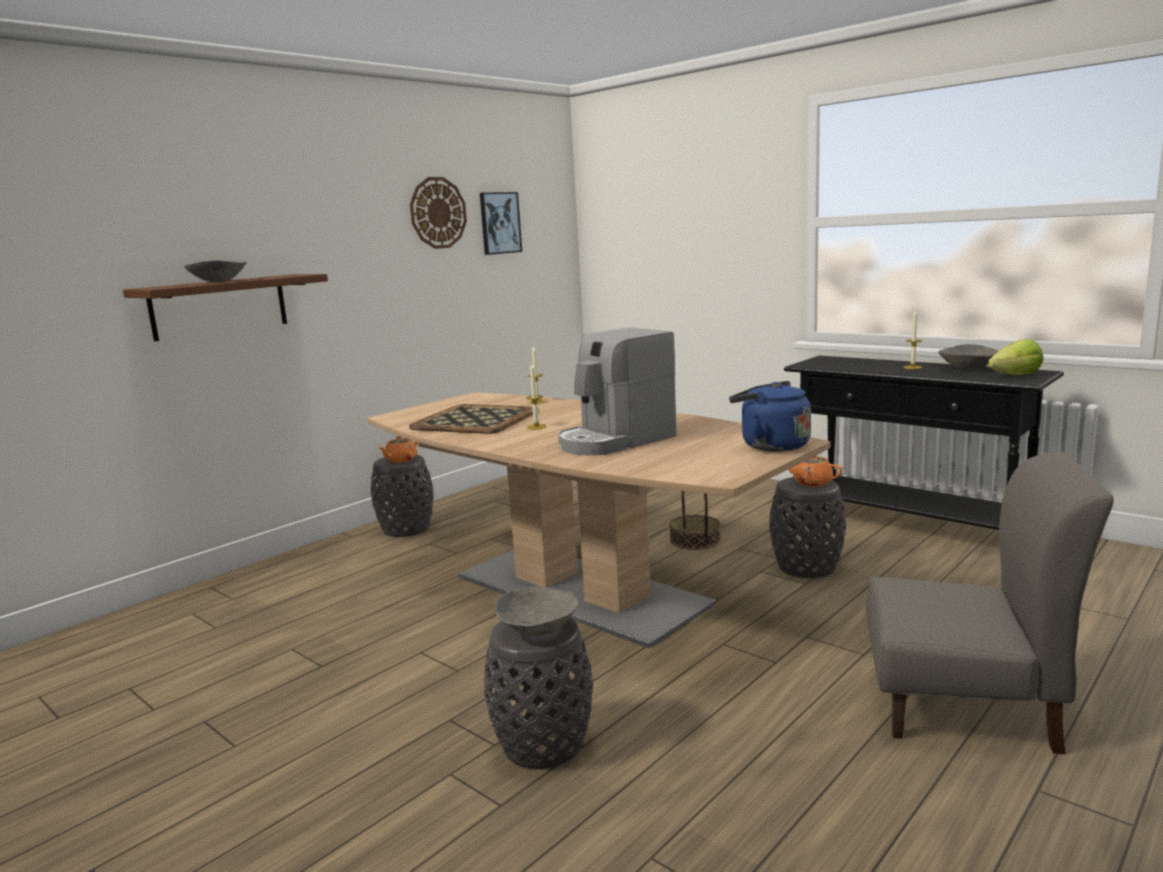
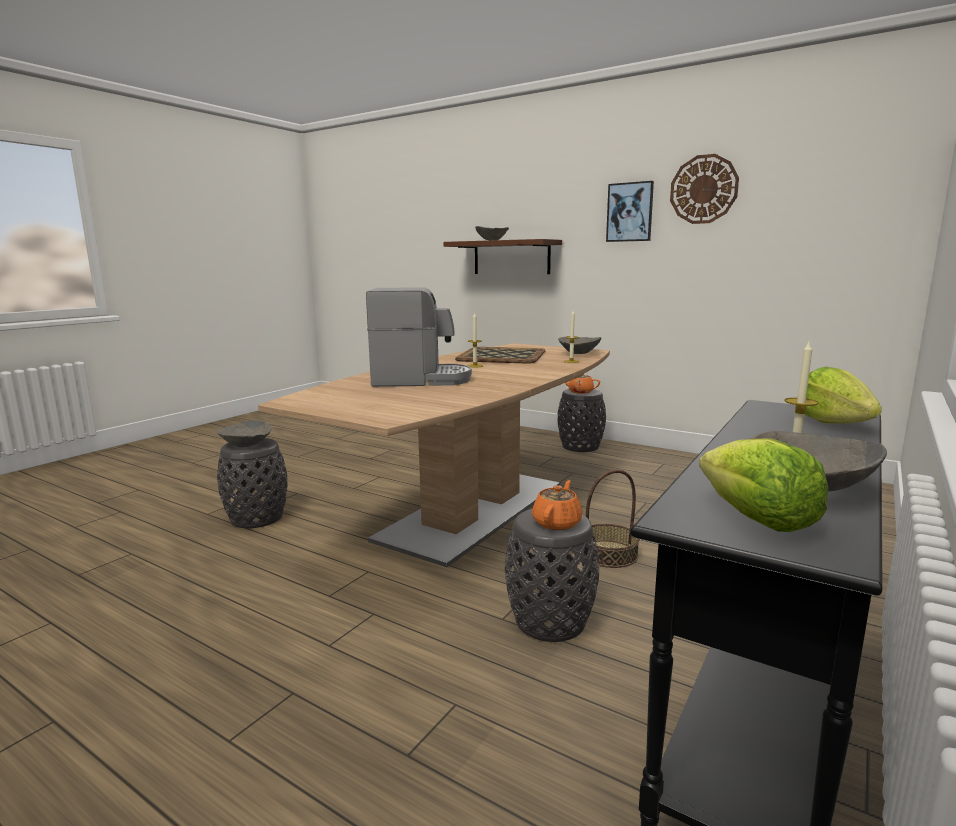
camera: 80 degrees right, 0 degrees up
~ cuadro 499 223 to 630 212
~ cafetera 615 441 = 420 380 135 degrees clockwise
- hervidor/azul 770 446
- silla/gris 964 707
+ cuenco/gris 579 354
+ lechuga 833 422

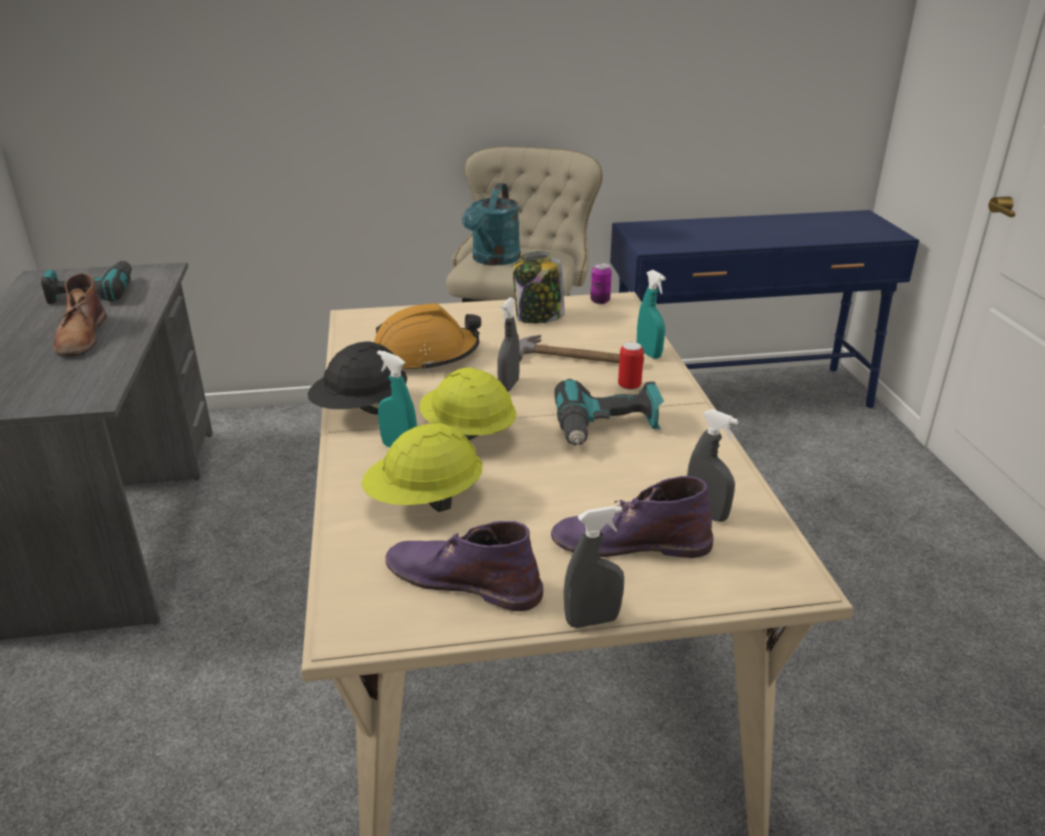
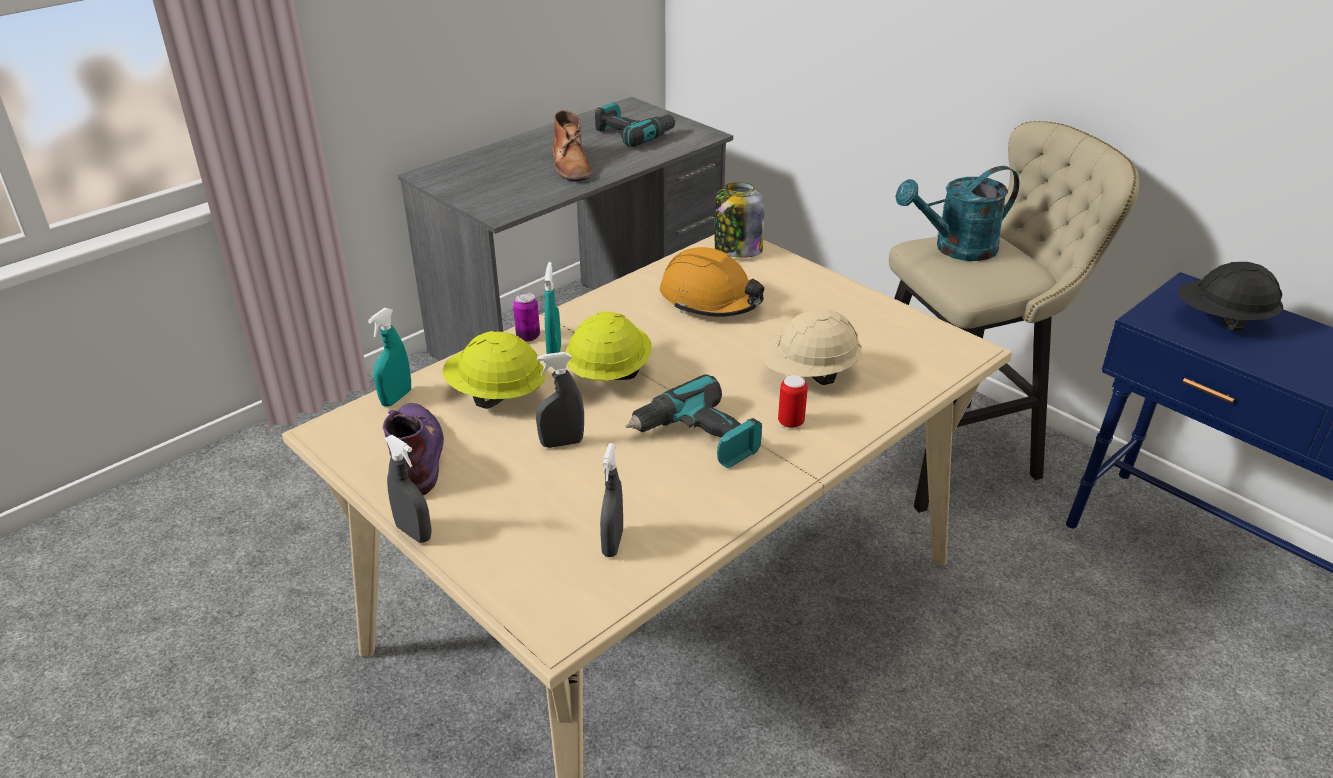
camera: 55 degrees right, 5 degrees up
~ bota/marrón 81 336 = 571 165 60 degrees counterclockwise
~ casco/negro 361 410 to 1222 321
~ pulverizador/gris 508 386 to 562 443
~ tarro 538 317 to 737 249
~ martillo 579 358 to casco/beis 808 375
- bota/morado 629 542
~ lata 600 301 to 528 336
~ pulverizador/turquesa 649 353 to 396 398

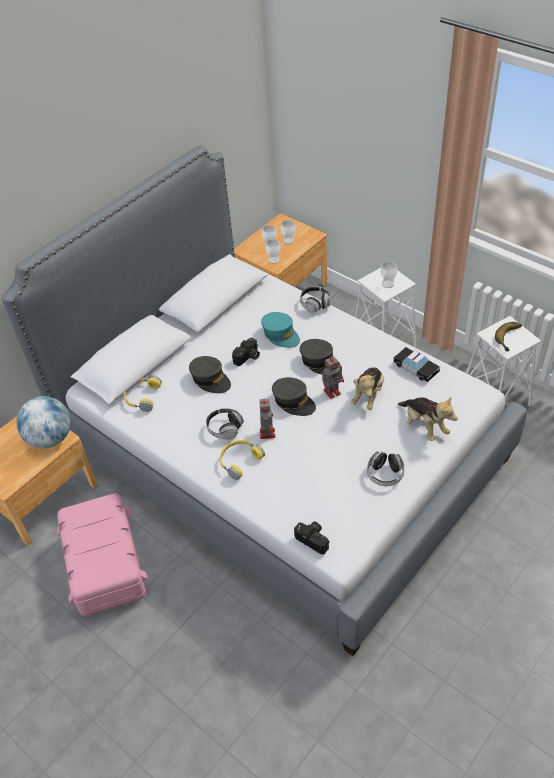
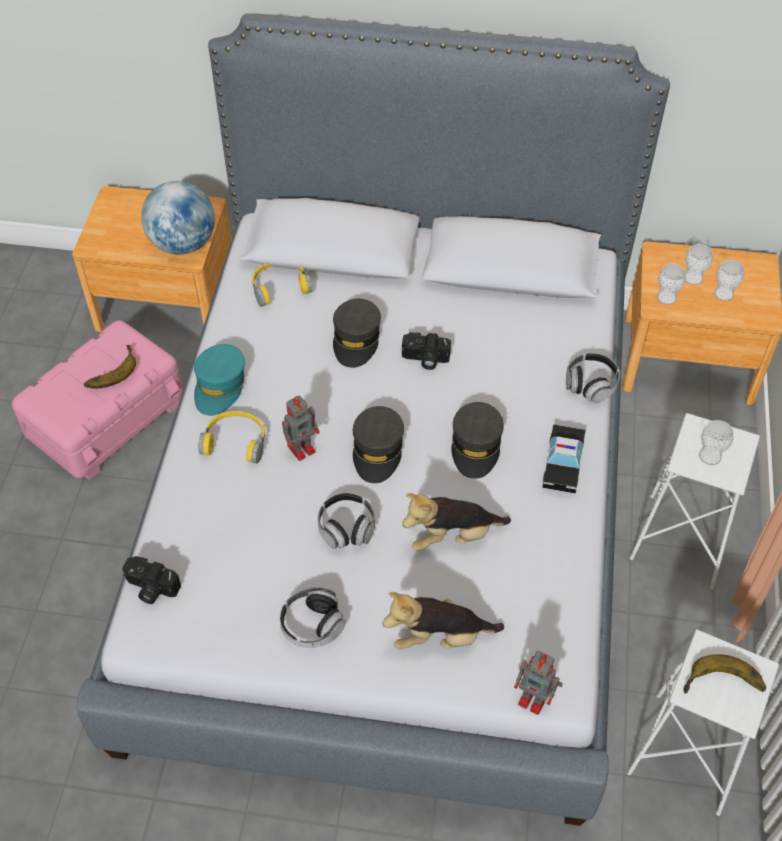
camera: 55 degrees right, 5 degrees up
~ auriculares 225 428 to 346 528
~ gorra/turquesa 281 335 to 220 386
~ cámara 314 539 = 150 588 105 degrees clockwise
~ robot de juguete 332 391 to 535 699
~ coche de juguete 416 368 to 562 464
~ peluche 424 425 = 439 637 60 degrees clockwise
+ plátano 110 370

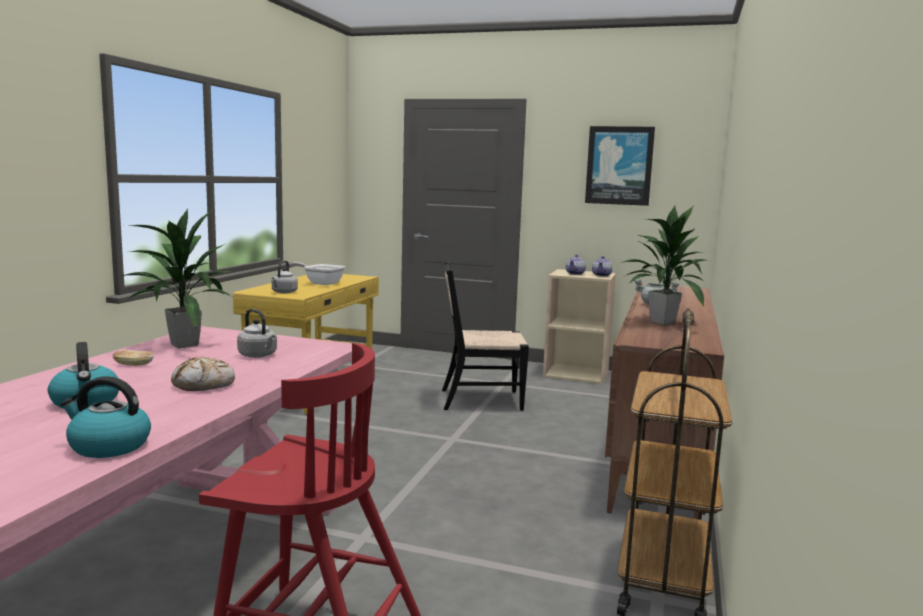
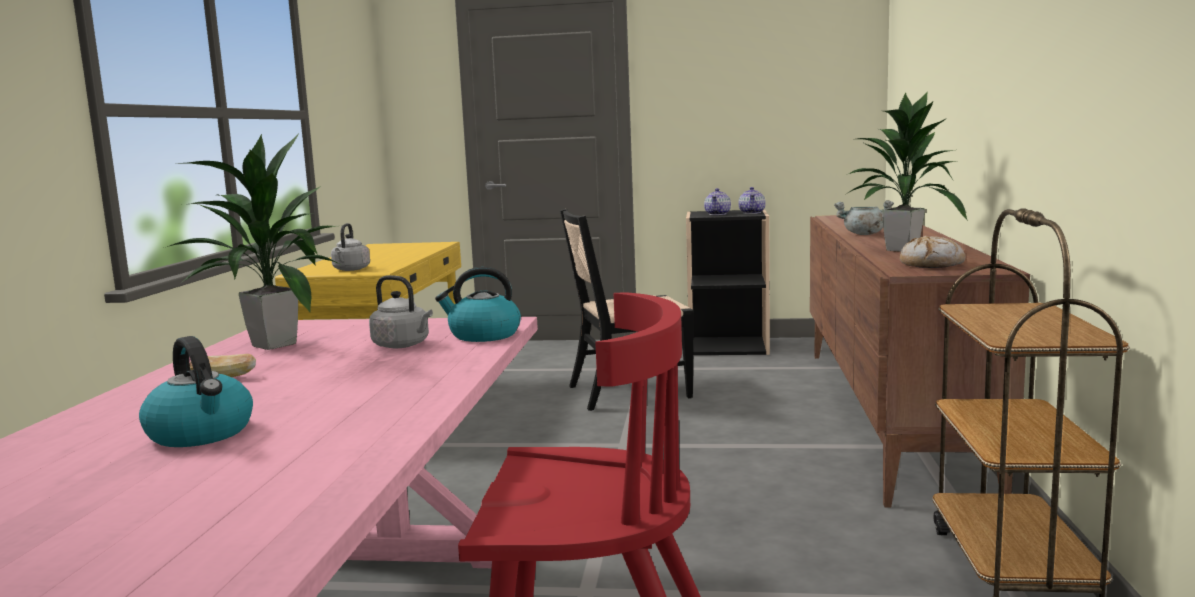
camera: 10 degrees left, 0 degrees up
~ hervidor 108 446 to 483 335
~ pan 204 385 to 931 264
- sartén 321 283
~ estantería/beis 577 374 to estantería/negro 729 346
- cuadro 619 165

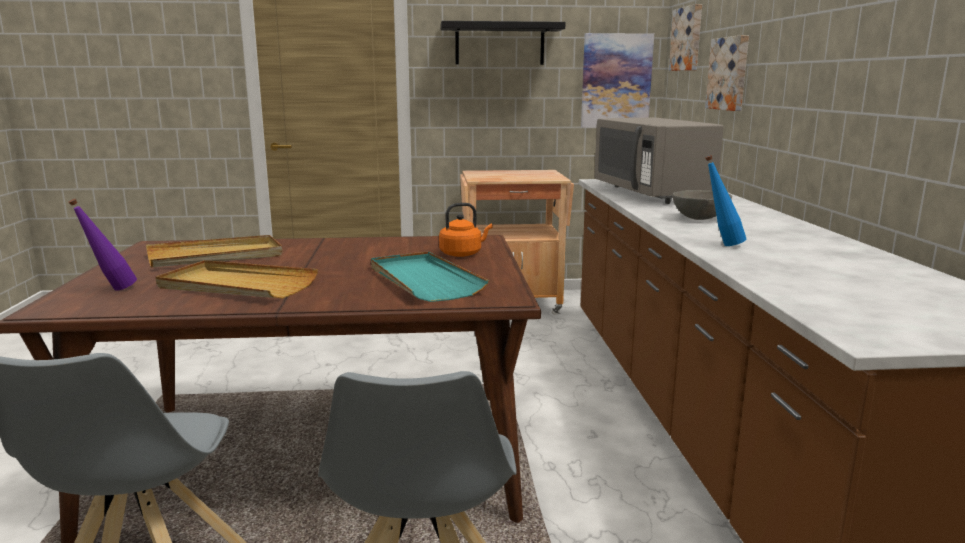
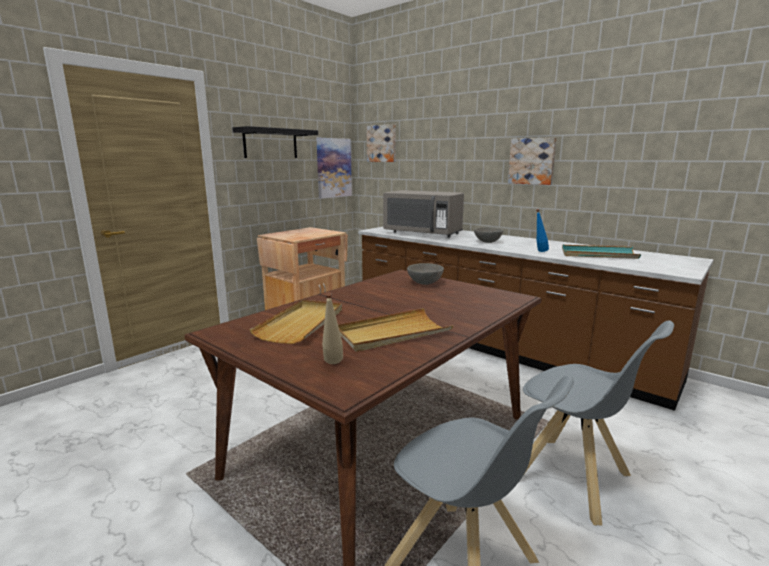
camera: 45 degrees left, 0 degrees up
~ botella/morado 111 290 to botella/beis 332 365
~ bandeja/turquesa 423 280 to 598 254
~ hervidor/naranja 463 254 to cuenco/gris 425 283
~ cuadro 730 73 to 532 161

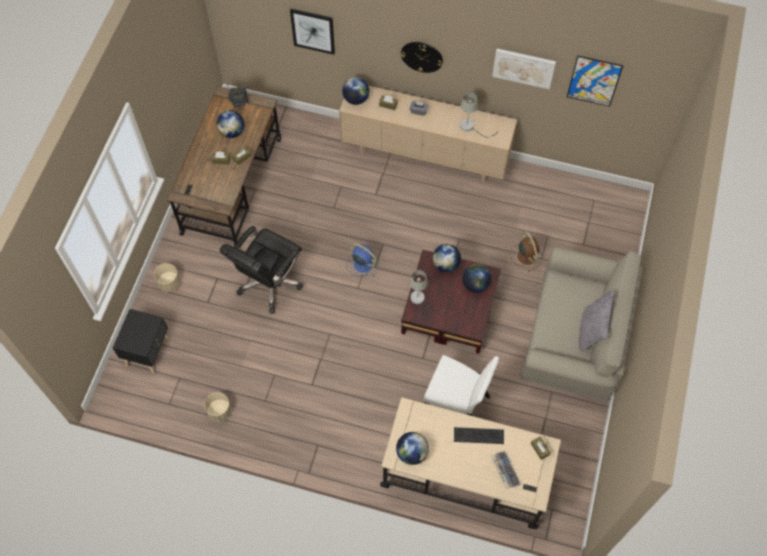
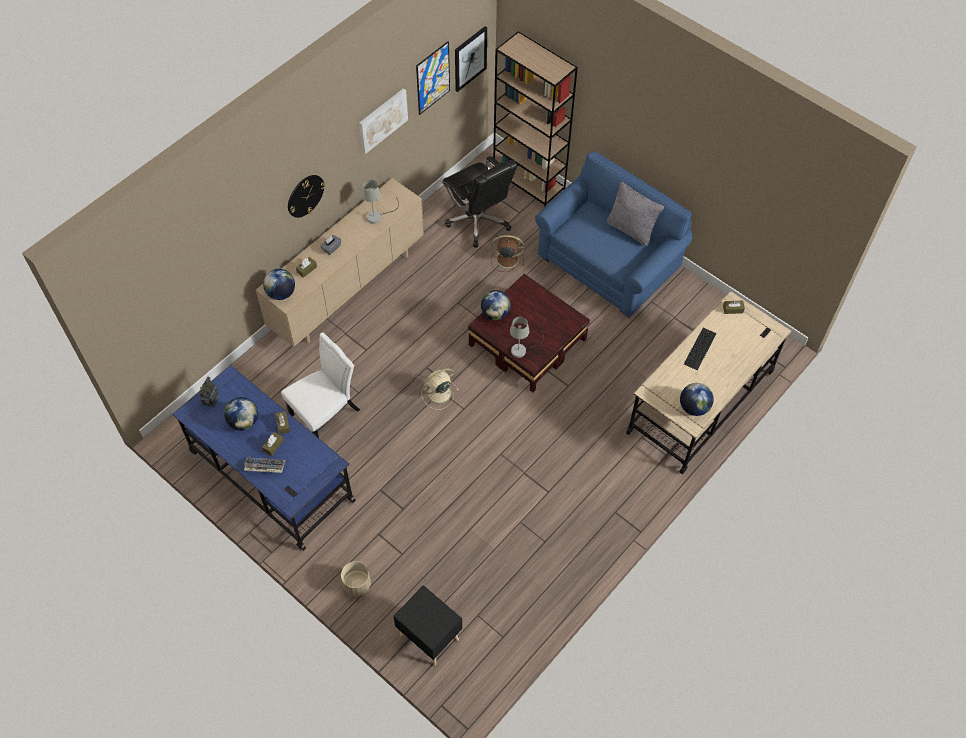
camera: 65 degrees left, 5 degrees down
~ escritorio/marrón 232 185 to escritorio/azul 271 476
- maceta/beis 220 411
~ silla de oficina/negro 270 282 to 478 221
~ cuadro 313 31 to 470 58
~ ventilador/azul 362 263 to ventilador/beis 438 393
~ silla/blanco 456 401 to 325 414
- globo terráqueo 475 284
~ teclado 504 470 to 264 467
~ sofá/beis 573 339 to sofá/azul 609 262
+ estantería/beis 529 182

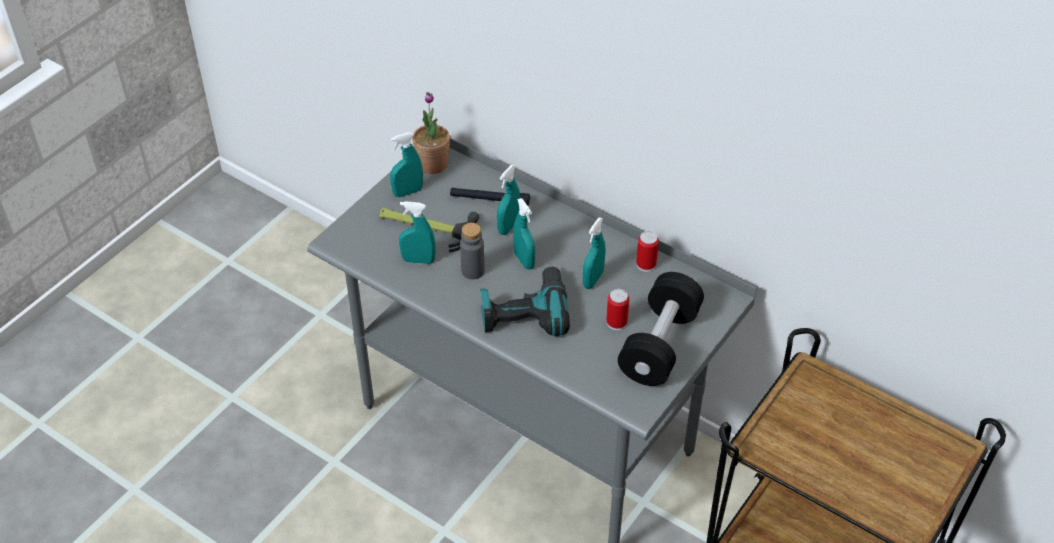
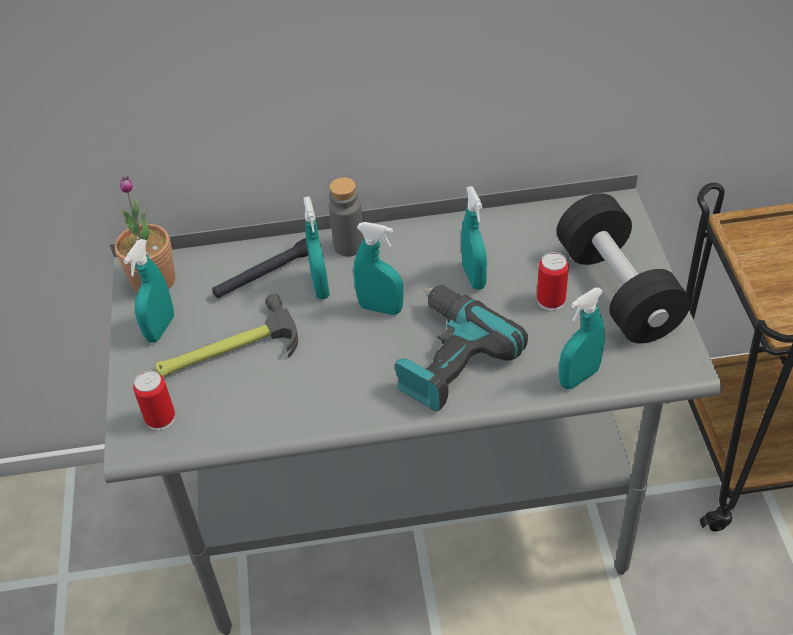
camera: 40 degrees left, 0 degrees up
~ pulverizador/turquesa 418 260 to 579 377
~ botella/gris 473 271 to 349 246
~ lata 646 264 to 160 418

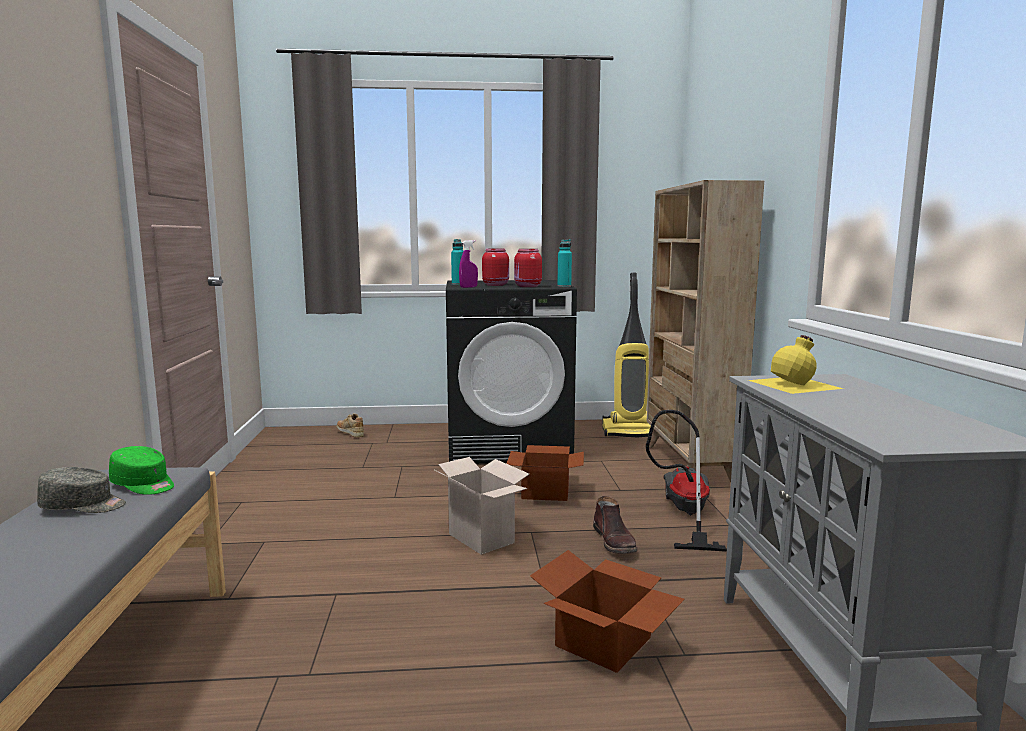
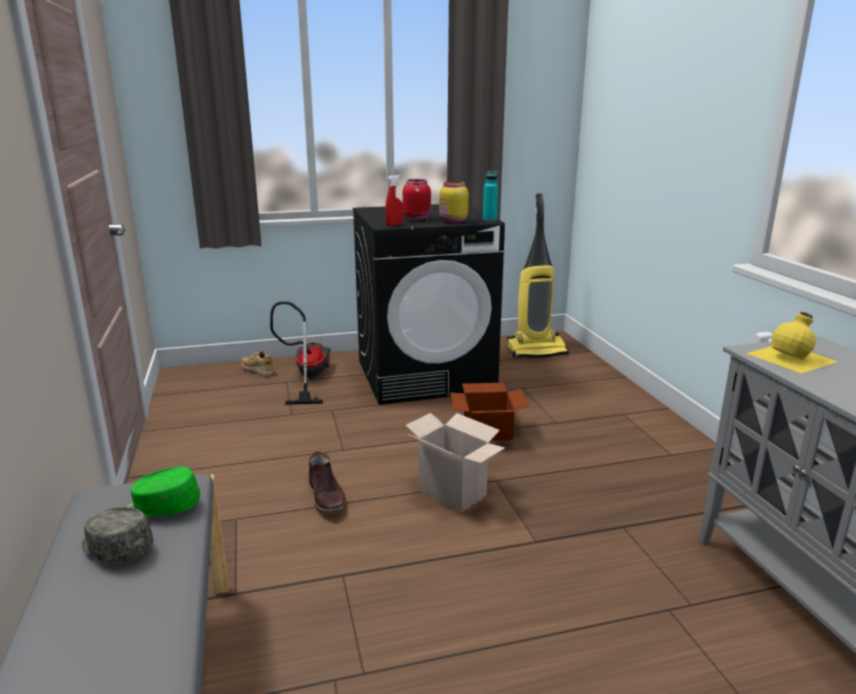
camera: 10 degrees left, 10 degrees up
~ gorra/gris 83 506 = 116 547 135 degrees counterclockwise
~ gorra/verde 144 485 = 160 508 150 degrees clockwise
- botella/turquesa 458 284
~ pulverizador/morado 468 287 to pulverizador/rojo 394 225
~ tarro/rojo 527 286 to tarro/amarillo 453 221
- caja de cartón 604 643
~ bota/marrón 615 541 to 327 497
- estantería/beis 689 465
~ aspiradora 684 514 to 307 378

